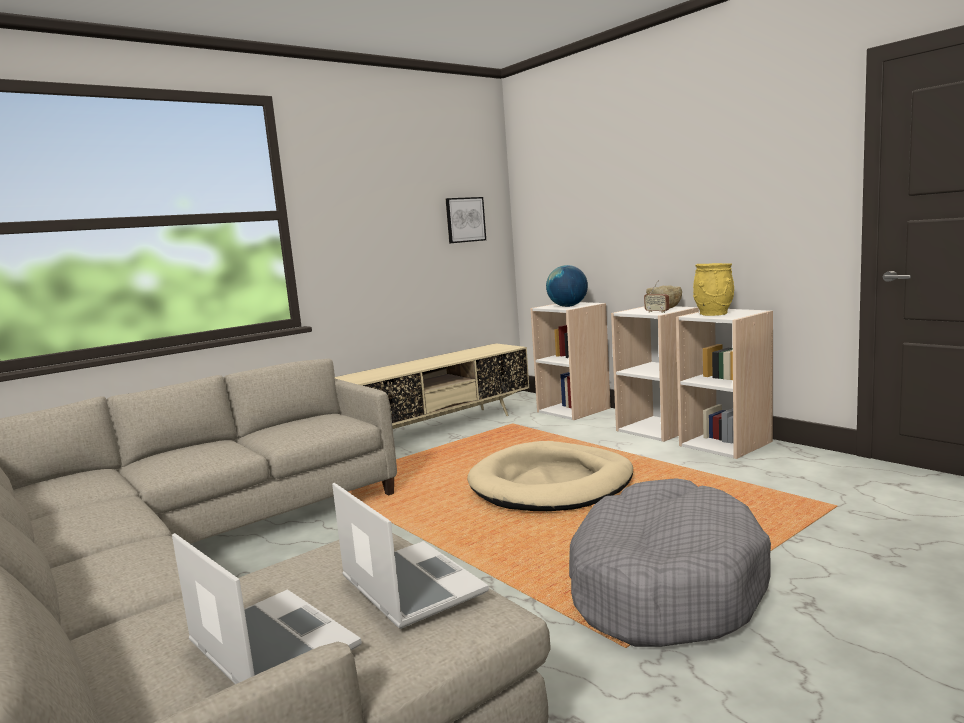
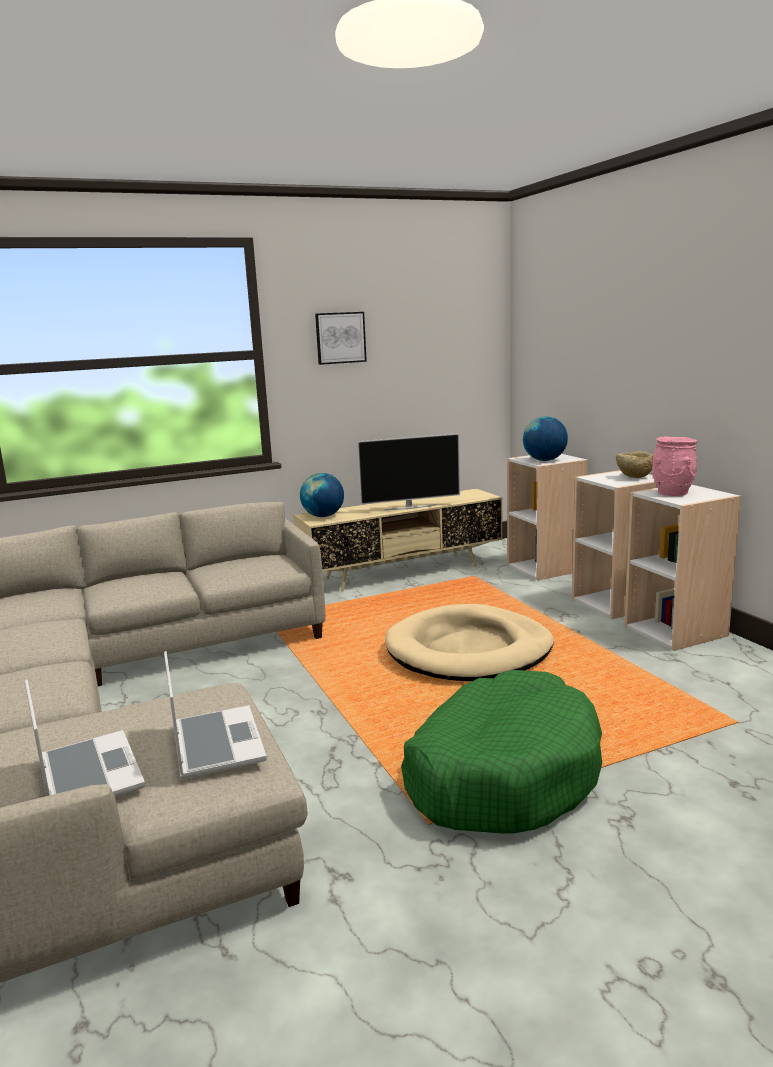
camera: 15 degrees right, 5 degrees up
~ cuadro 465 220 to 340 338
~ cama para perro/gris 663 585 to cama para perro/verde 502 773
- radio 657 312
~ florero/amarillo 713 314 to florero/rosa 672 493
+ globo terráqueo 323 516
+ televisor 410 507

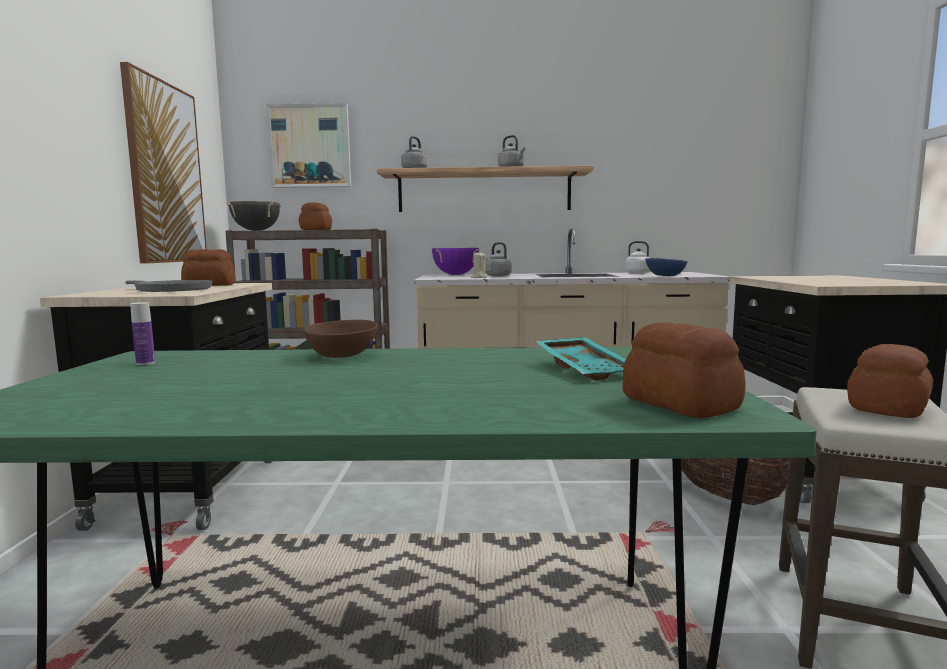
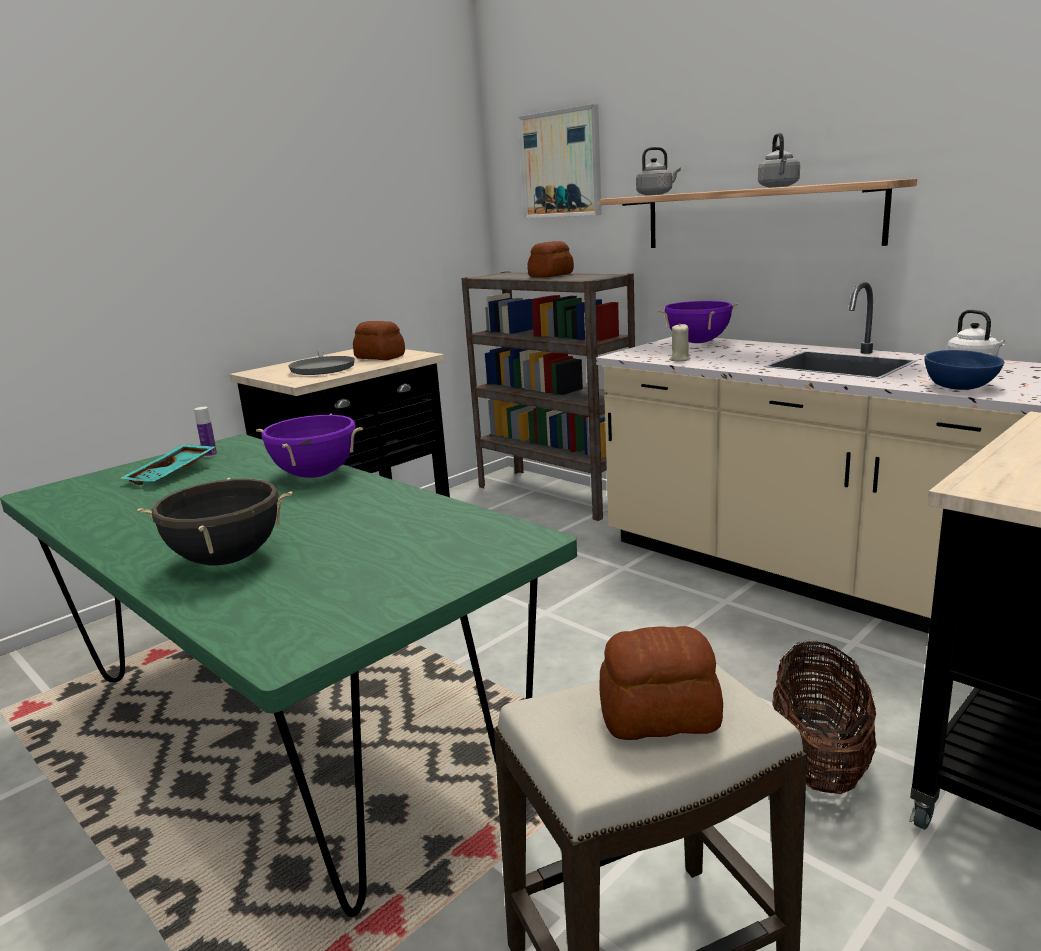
camera: 45 degrees right, 10 degrees up
- cuadro 165 173
~ olla/negro 256 231 to 227 560
~ cuenco/marrón 342 355 to olla/morado 316 475
- hervidor/gris 497 276
~ bandeja/turquesa 586 369 to 173 474
- pan 680 404

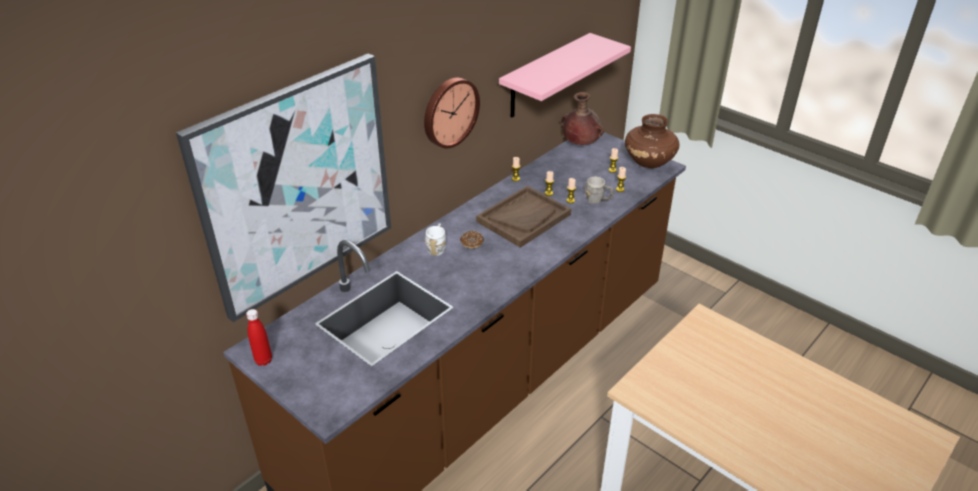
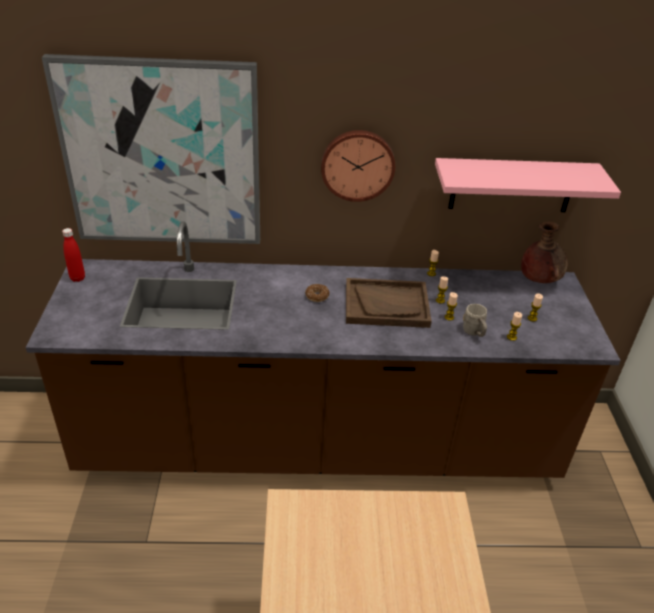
camera: 45 degrees right, 0 degrees up
- taza grande/blanco 437 248
- florero/marrón 649 162

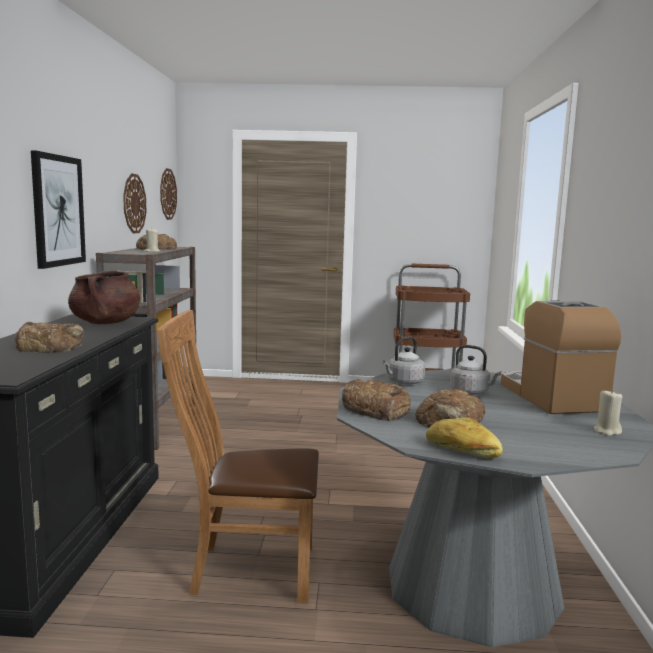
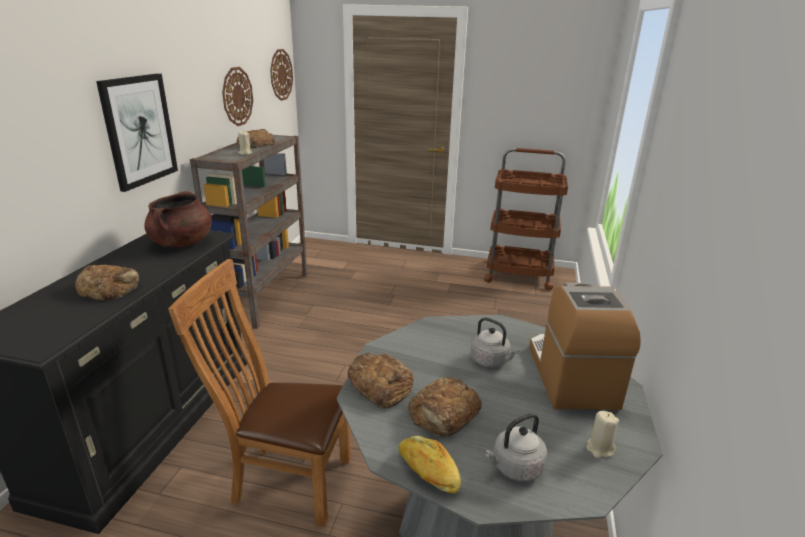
camera: 10 degrees right, 15 degrees up
~ hervidor/gris 403 382 to 515 468

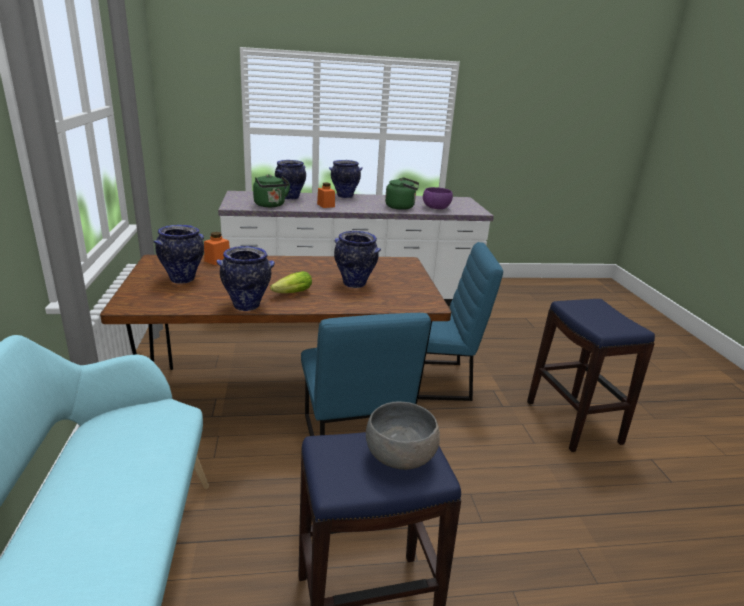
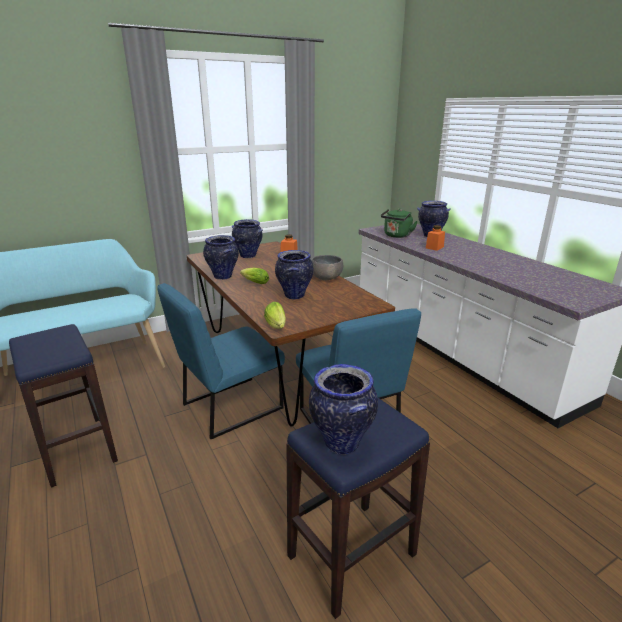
camera: 70 degrees right, 0 degrees up
~ florero 344 196 to 341 443
~ cuenco/gris 400 456 to 326 278
- hervidor/verde 402 207
- cuenco/morado 436 208
+ lechuga 276 326

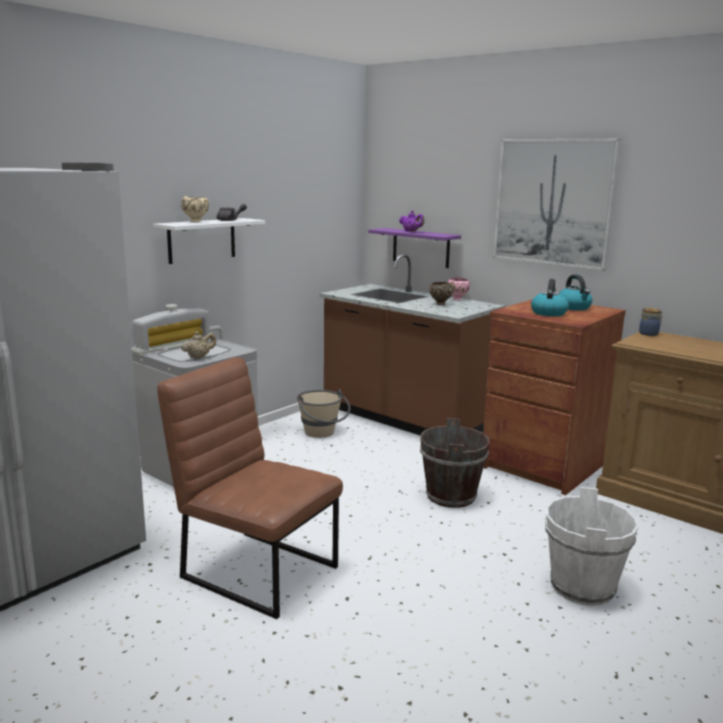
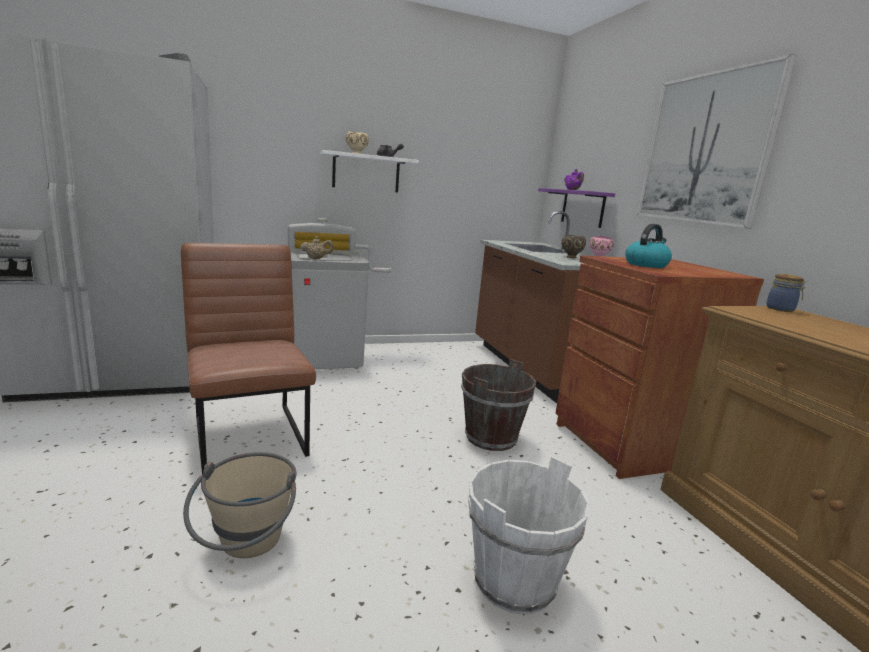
camera: 30 degrees right, 0 degrees up
~ cubo/beis 322 434 to 246 547
- hervidor 574 307

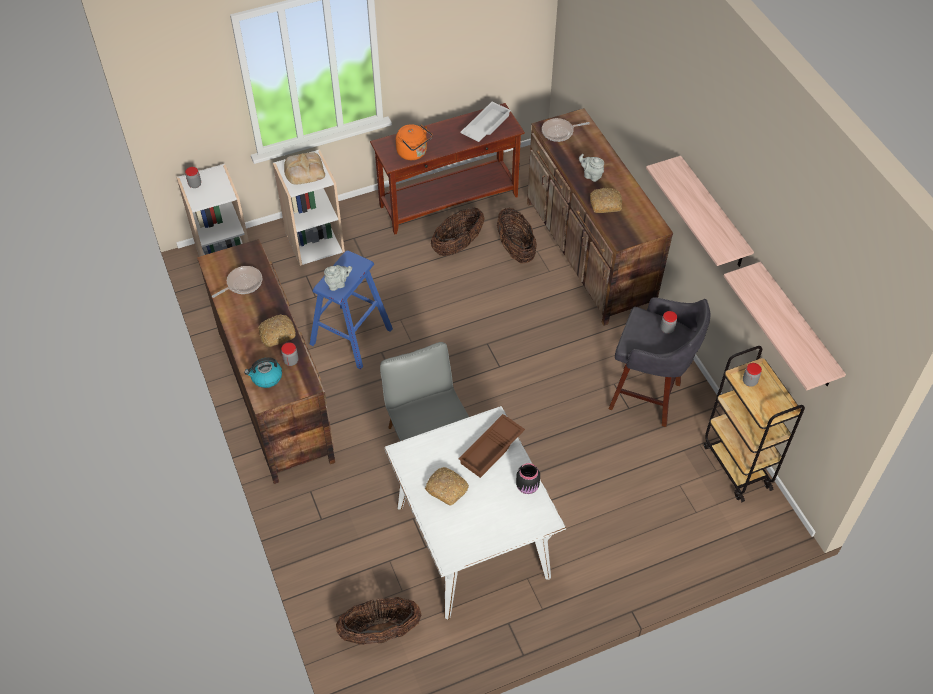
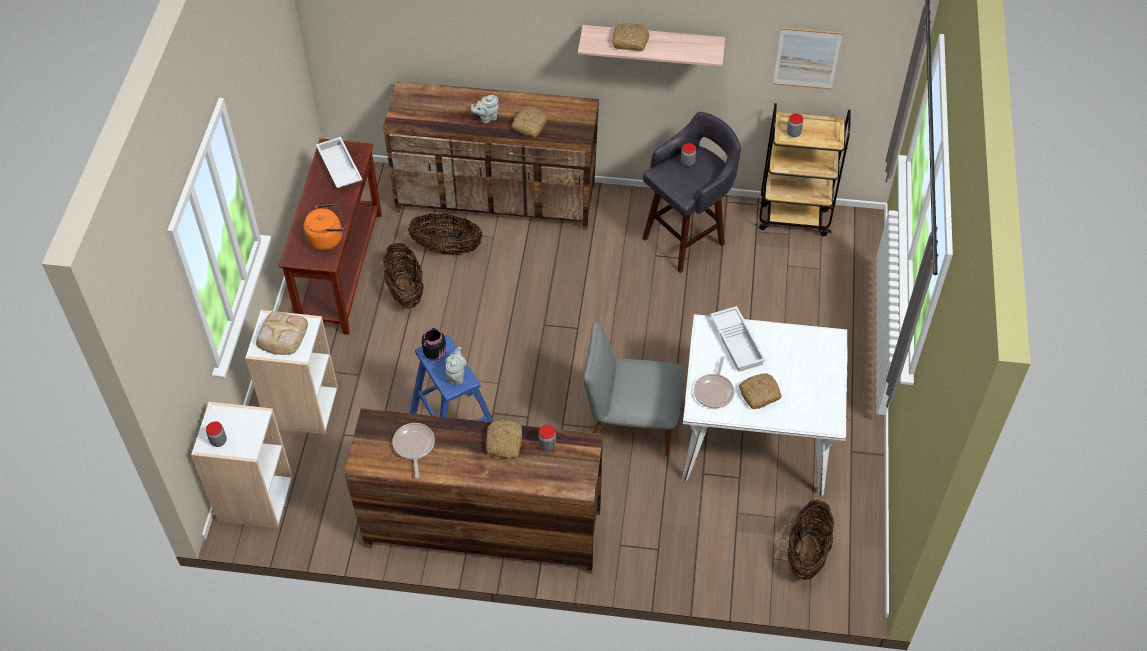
camera: 60 degrees left, 0 degrees up
- hervidor 266 378
~ bandeja/marrón 492 450 to bandeja/blanco 738 342
~ tarro/negro 528 487 to 435 353
~ sartén 559 132 to 714 391
~ estante 797 327 to cuadro 807 58
+ pan 630 41

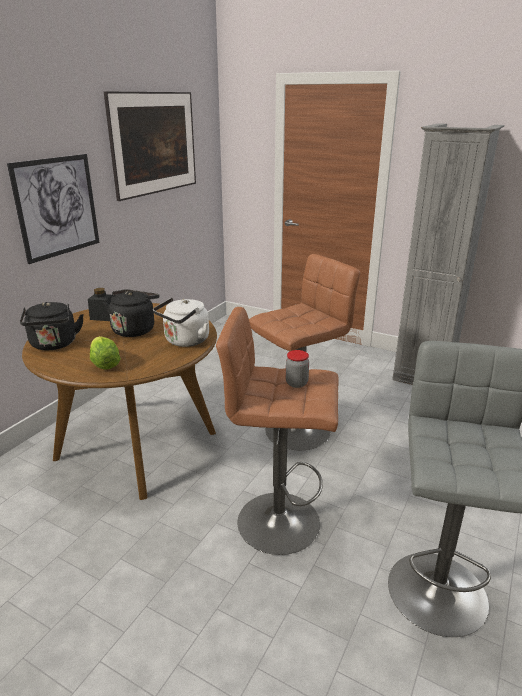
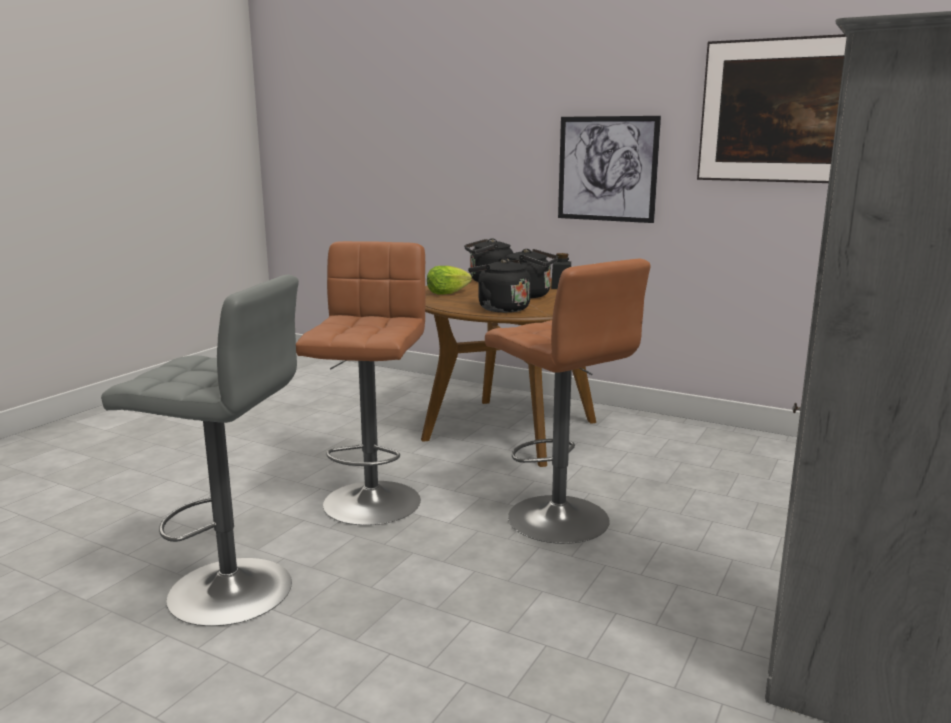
camera: 90 degrees right, 10 degrees down
~ hervidor/blanco 185 341 to hervidor/negro 500 308
- tarro 296 383

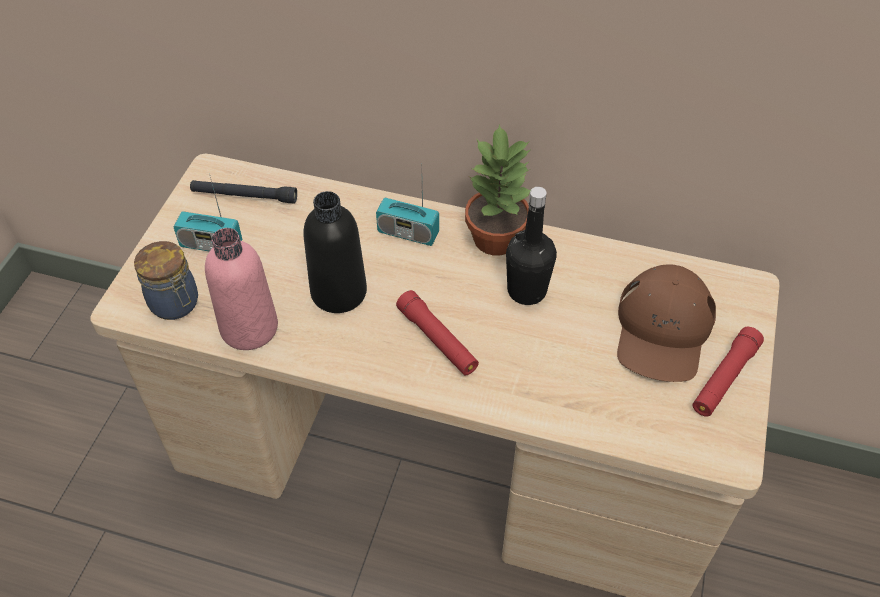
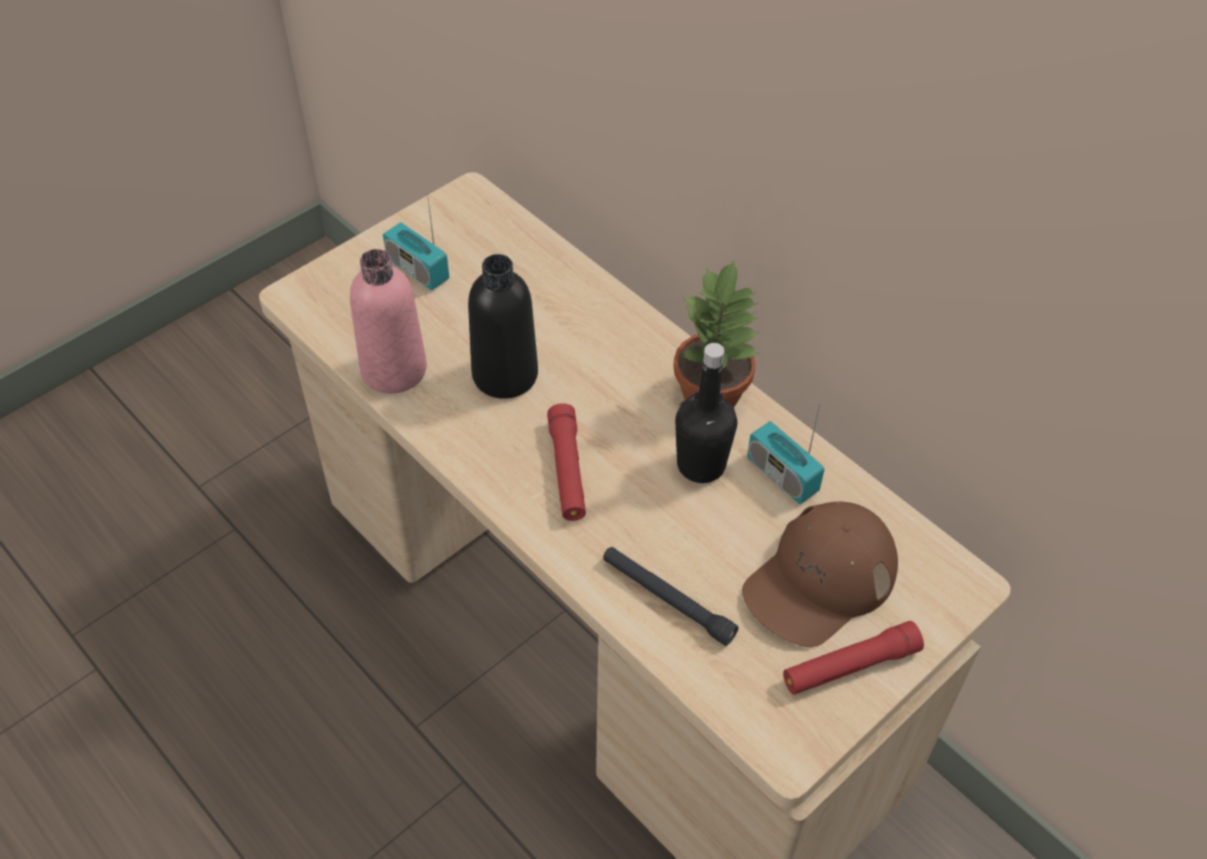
camera: 30 degrees right, 0 degrees up
- tarro 176 304
~ linterna/negro 244 196 to 667 599
~ radio 408 233 to 782 475

